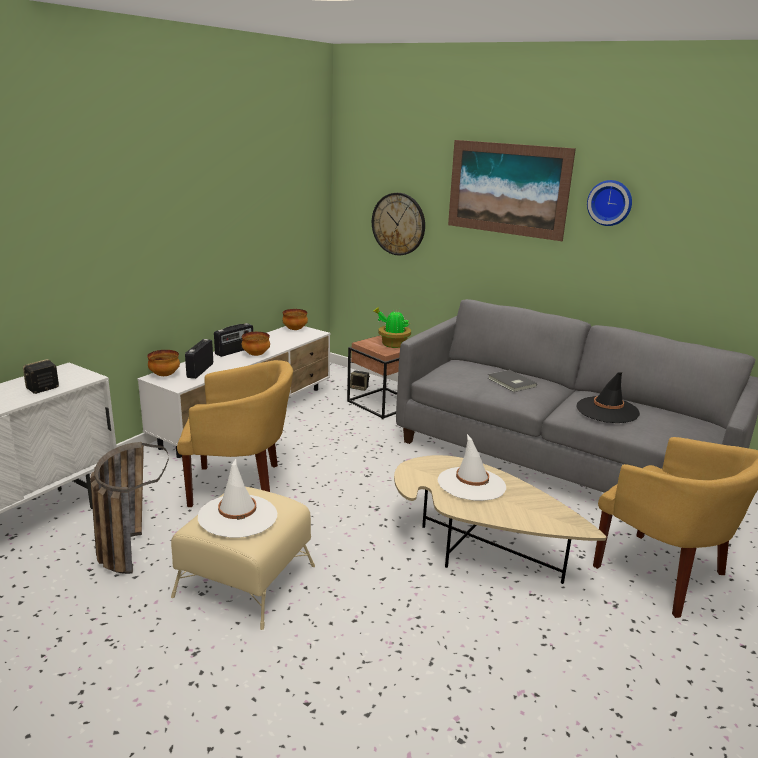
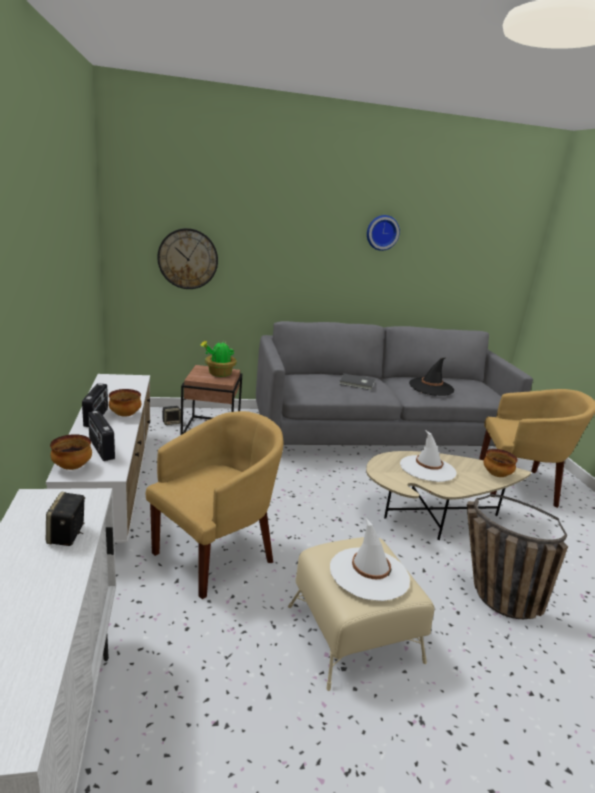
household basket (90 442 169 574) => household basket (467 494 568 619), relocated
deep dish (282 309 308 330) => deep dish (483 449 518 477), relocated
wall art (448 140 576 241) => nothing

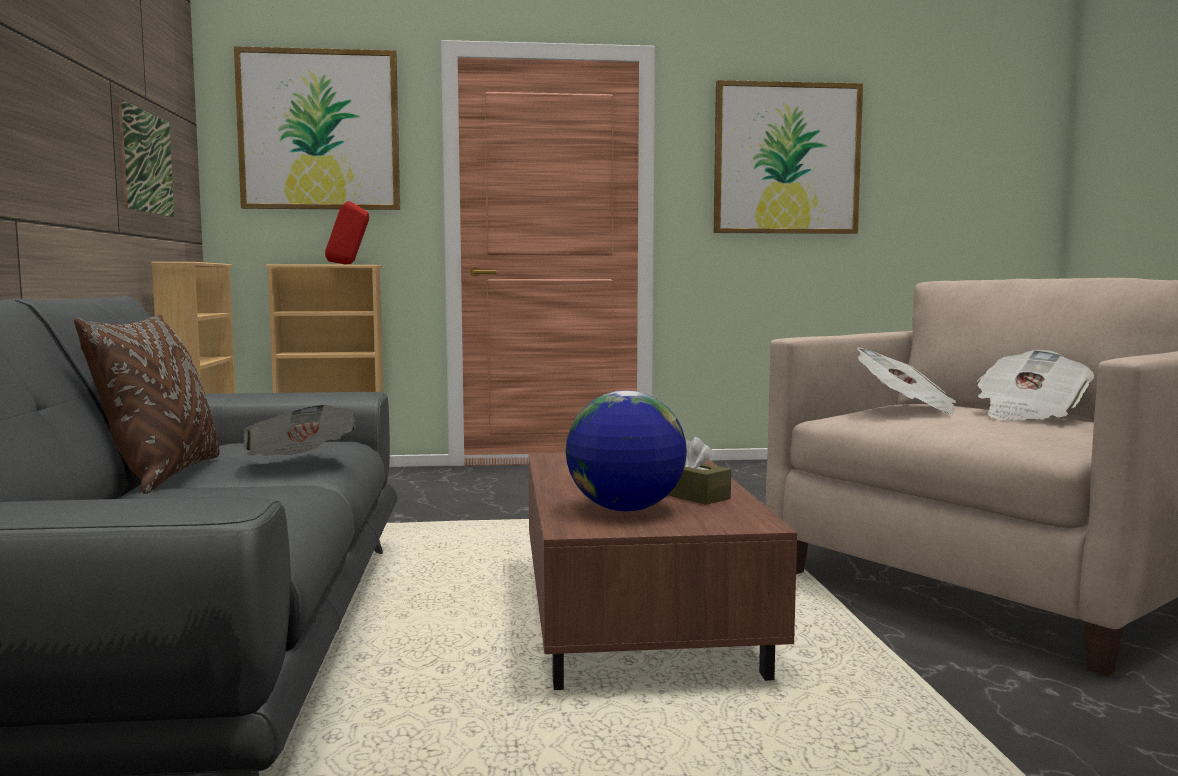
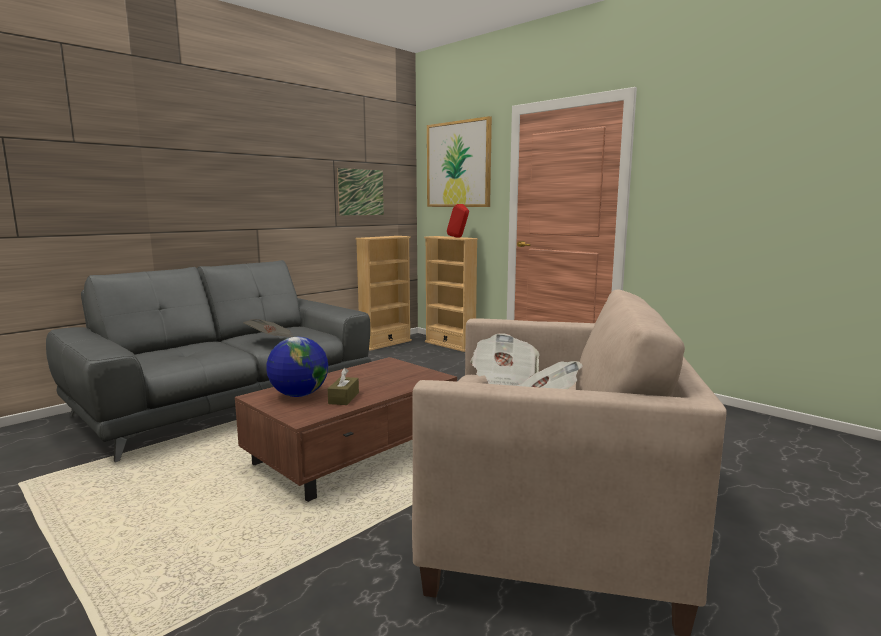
throw pillow (brownish) (74 314 220 494) => nothing
wall art (714 80 863 234) => nothing

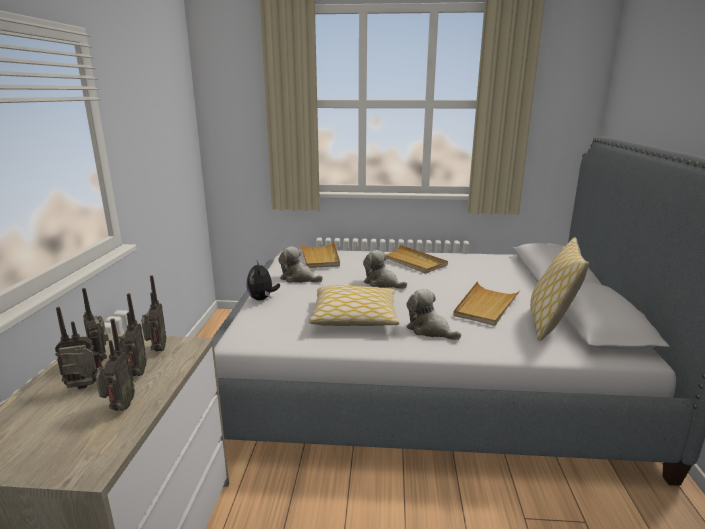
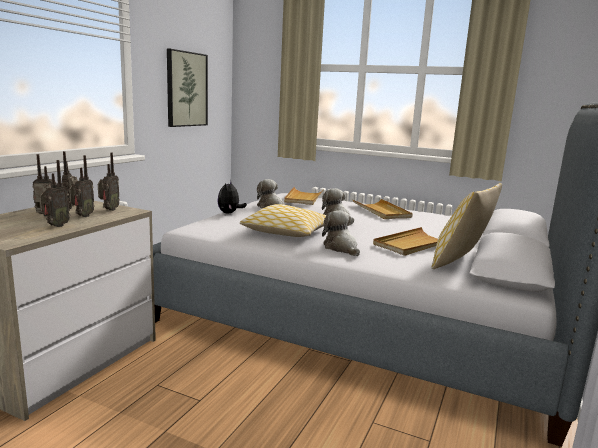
nothing => wall art (167 49 208 127)

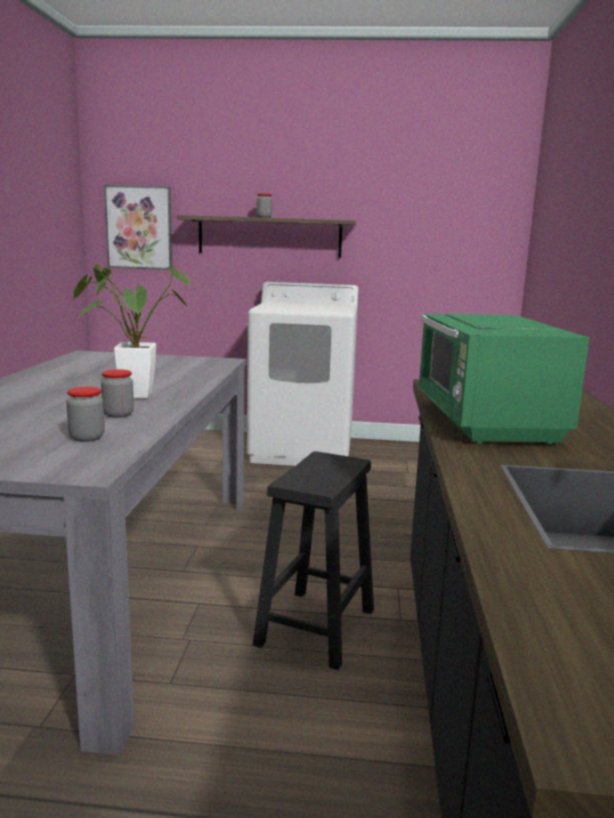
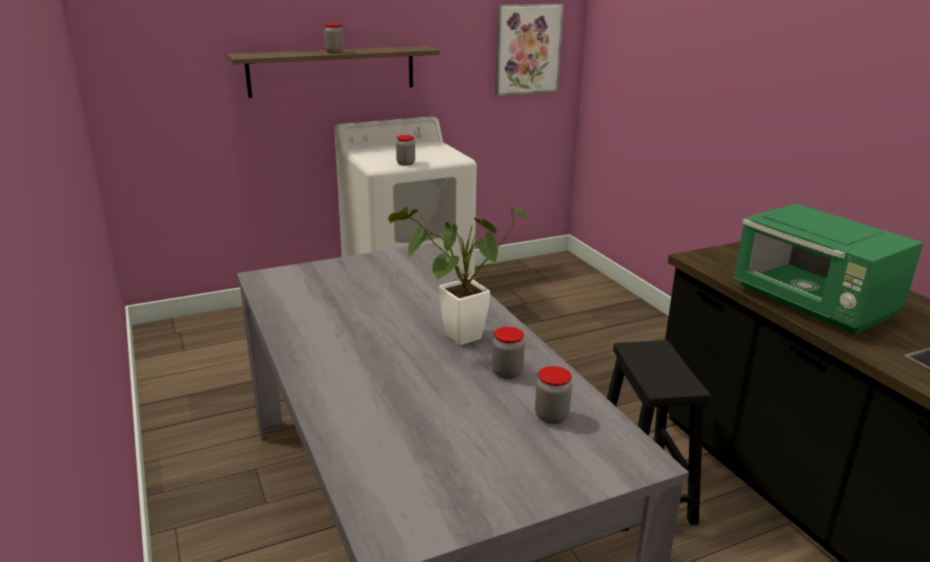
wall art (104 185 172 270) => wall art (495 4 564 96), relocated
nothing => preserve jar (396 135 415 166)

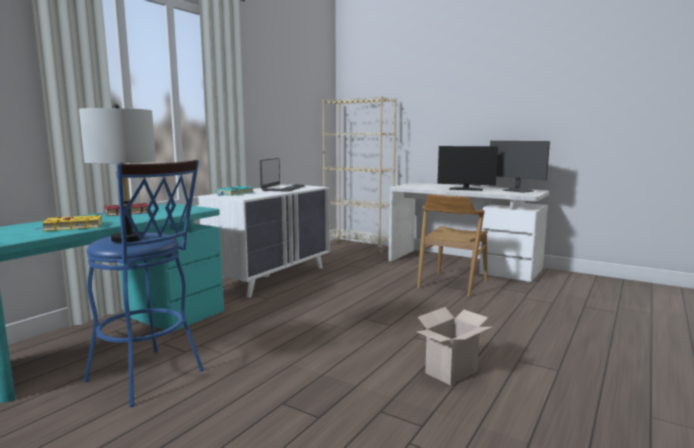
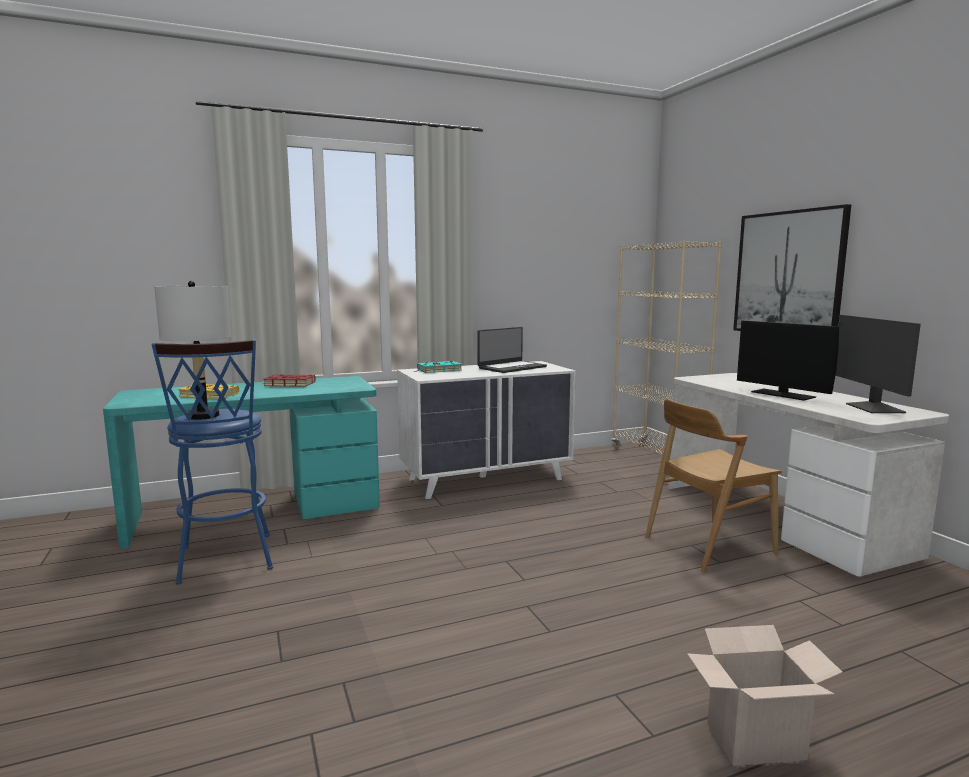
packing box (417 307 492 386) => packing box (687 625 843 766), relocated
nothing => wall art (733 204 851 331)

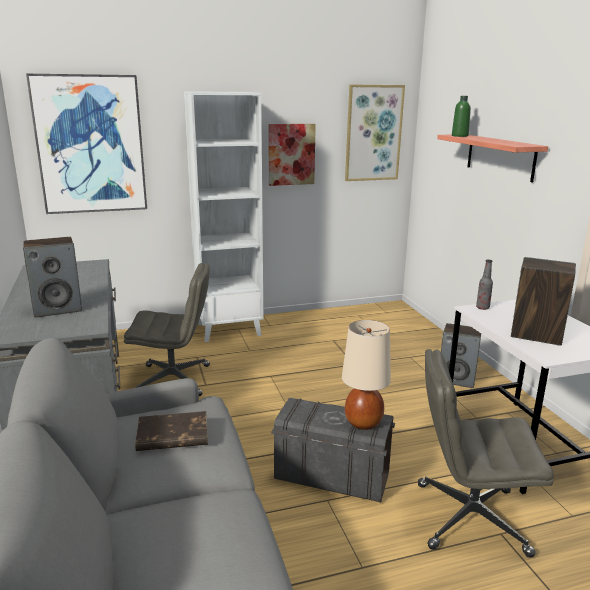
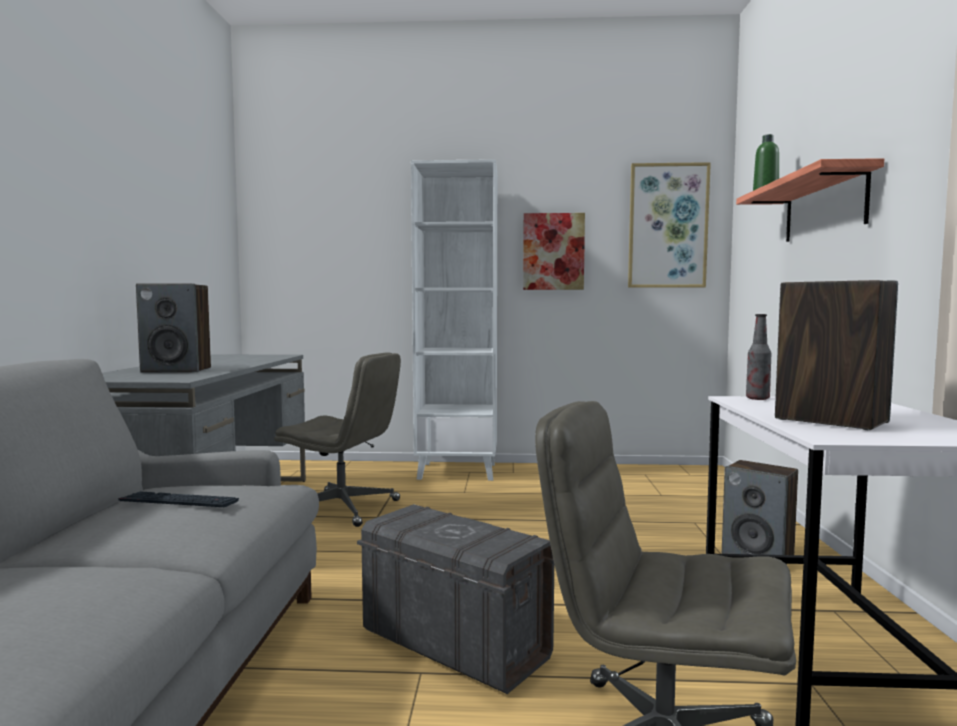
wall art (26 74 147 214) => nothing
volume (brownish) (135 411 208 451) => computer keyboard (118 491 239 507)
table lamp (beige) (342 320 391 430) => nothing

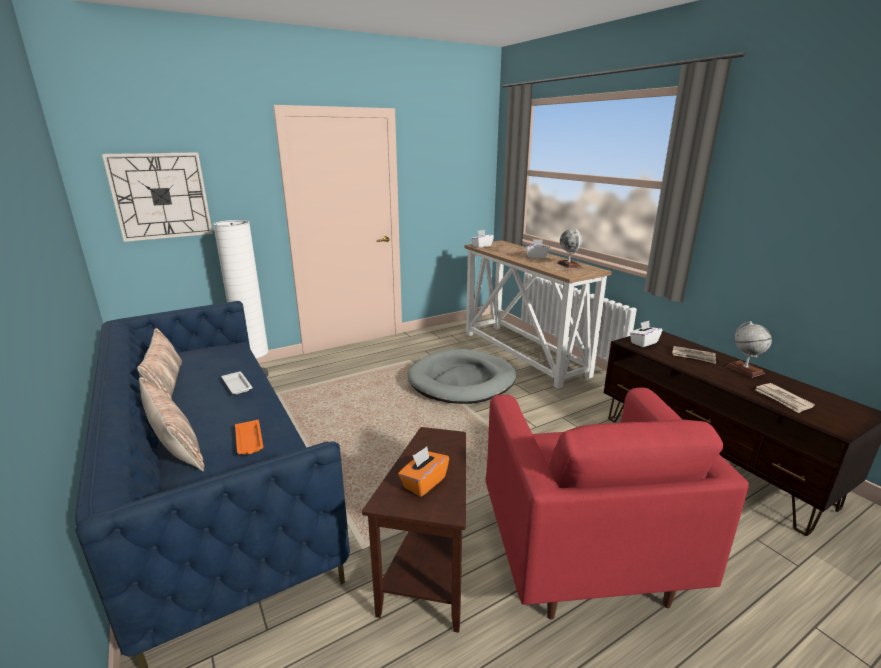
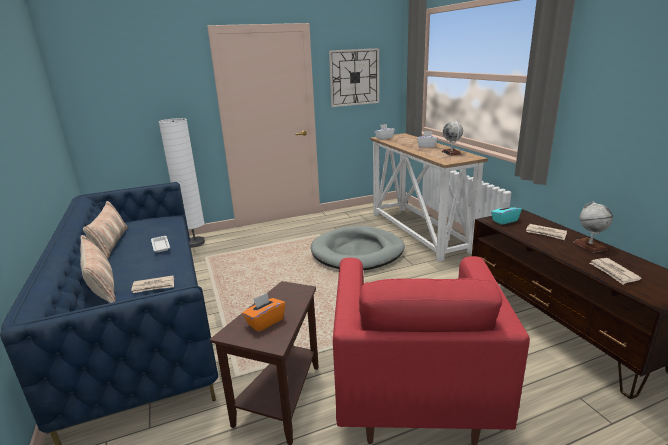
hanging clock (102 152 213 242) => hanging clock (329 48 379 107), relocated
tray (orangey) (235 420 263 455) => daily paper (131 275 174 293)
box of tissues (white-coloured) (630 321 662 347) => box of tissues (blue-green) (491 201 522 225)

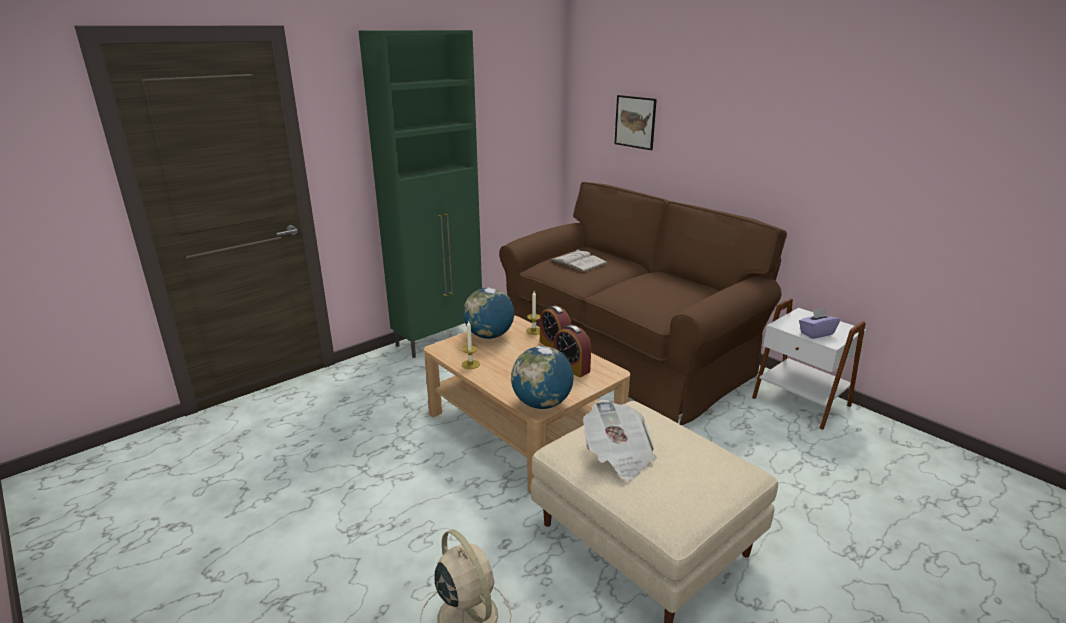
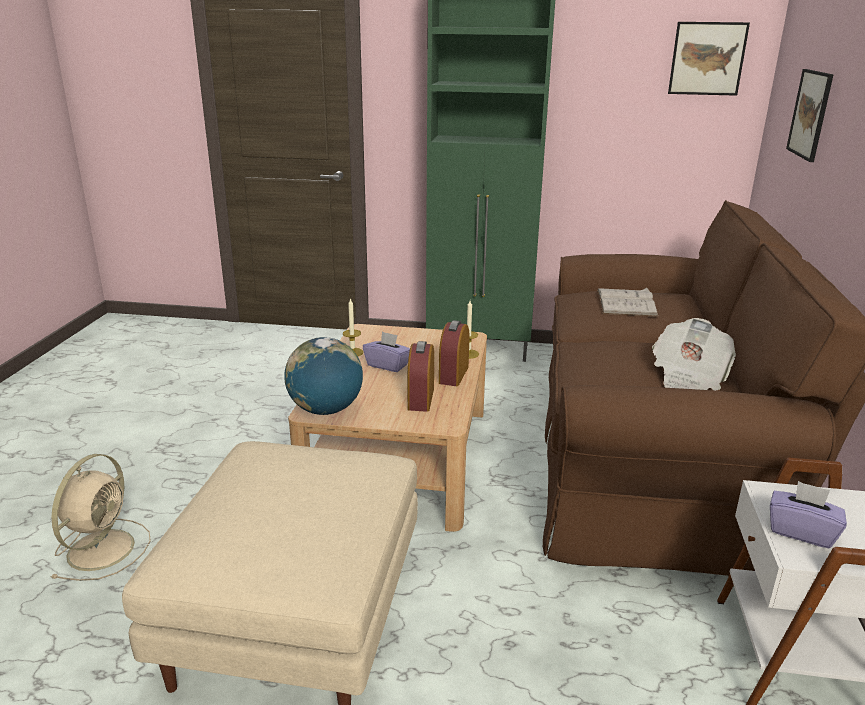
desk globe (463 287 514 339) => nothing
daily paper (583 399 657 481) => daily paper (652 318 736 391), relocated
nothing => box of tissues (purplish) (363 331 410 372)
nothing => wall art (668 22 750 96)

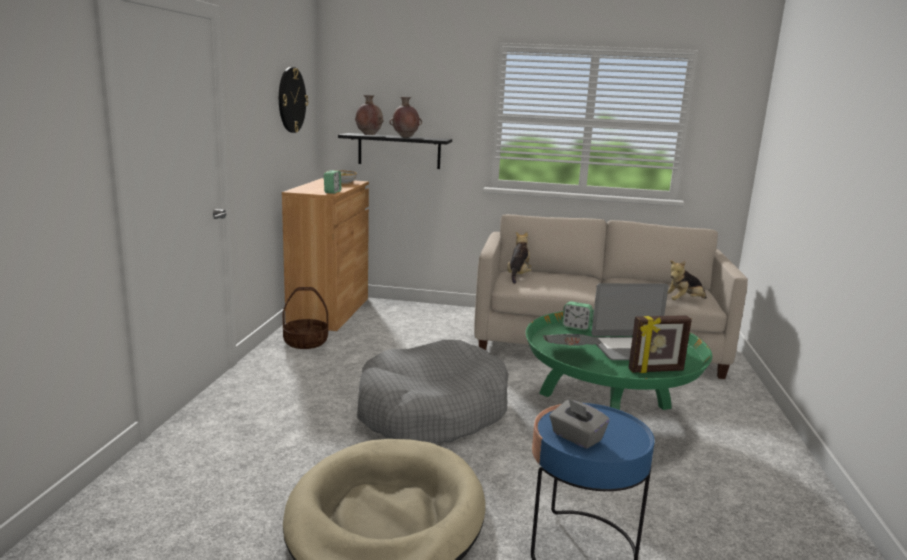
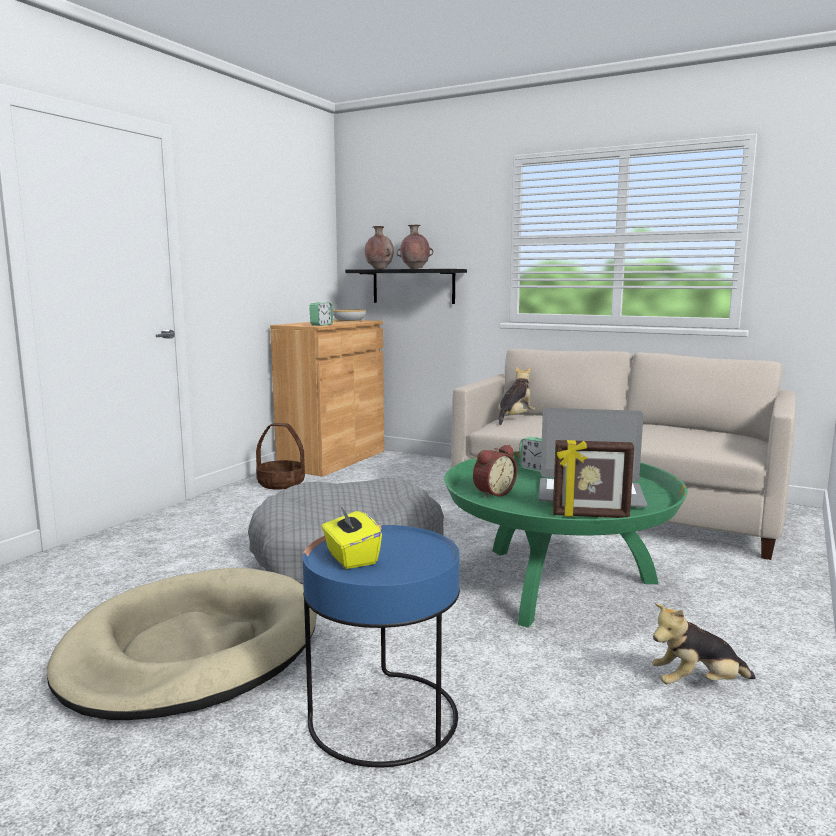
hanging clock (279 67 308 133) => nothing
daily paper (542 334 600 346) => table clock (473 445 517 498)
box of tissues (greyish) (549 399 609 449) => box of tissues (yellow) (322 505 382 569)
plush toy (667 260 707 300) => plush toy (652 603 756 684), relocated

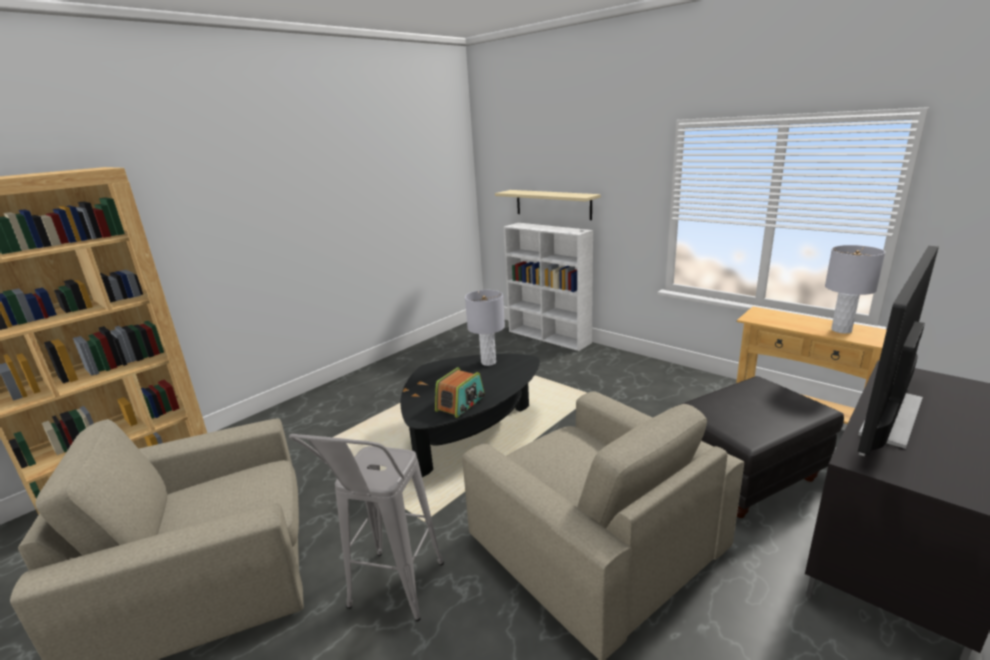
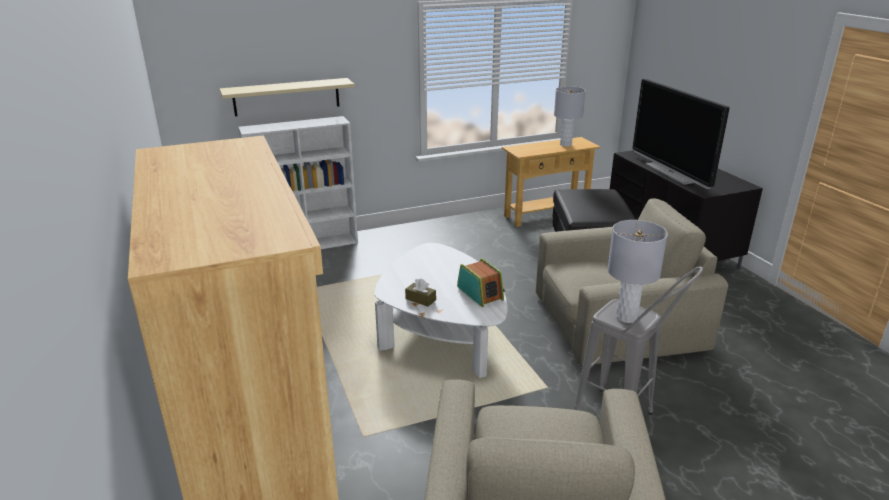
lounge table (black) (400 354 540 477) => lounge table (white-coloured) (375 243 507 378)
table lamp (greyish) (465 290 505 366) => table lamp (greyish) (607 220 668 323), relocated
nothing => box of tissues (brownish) (405 279 436 307)

